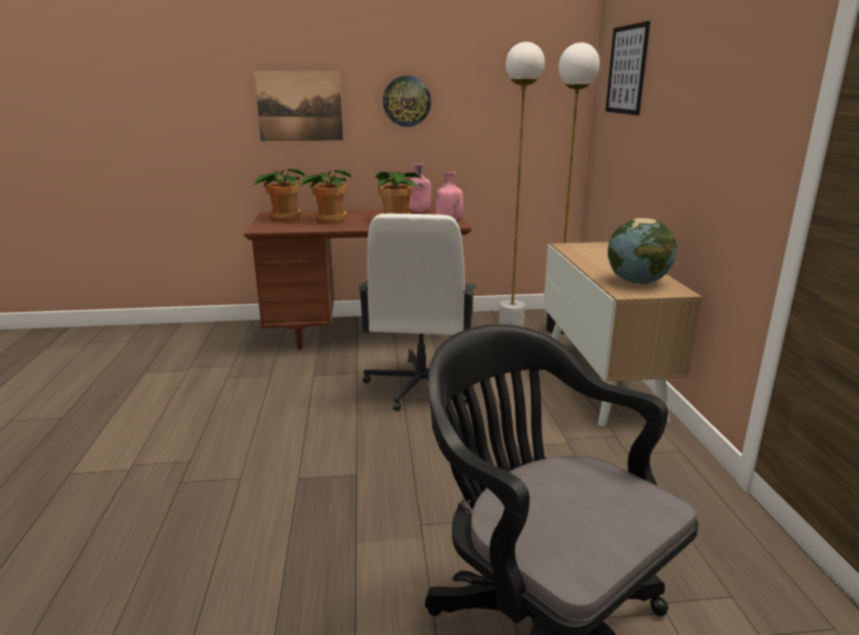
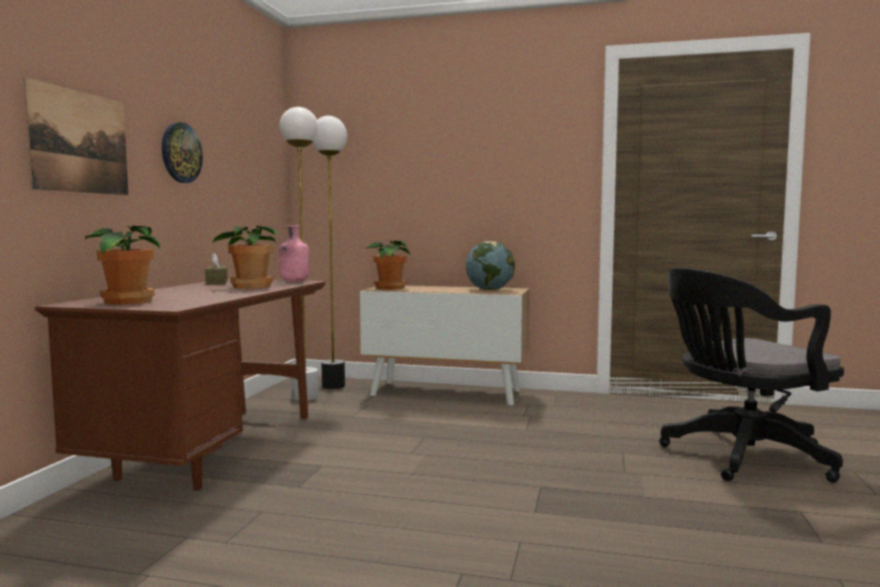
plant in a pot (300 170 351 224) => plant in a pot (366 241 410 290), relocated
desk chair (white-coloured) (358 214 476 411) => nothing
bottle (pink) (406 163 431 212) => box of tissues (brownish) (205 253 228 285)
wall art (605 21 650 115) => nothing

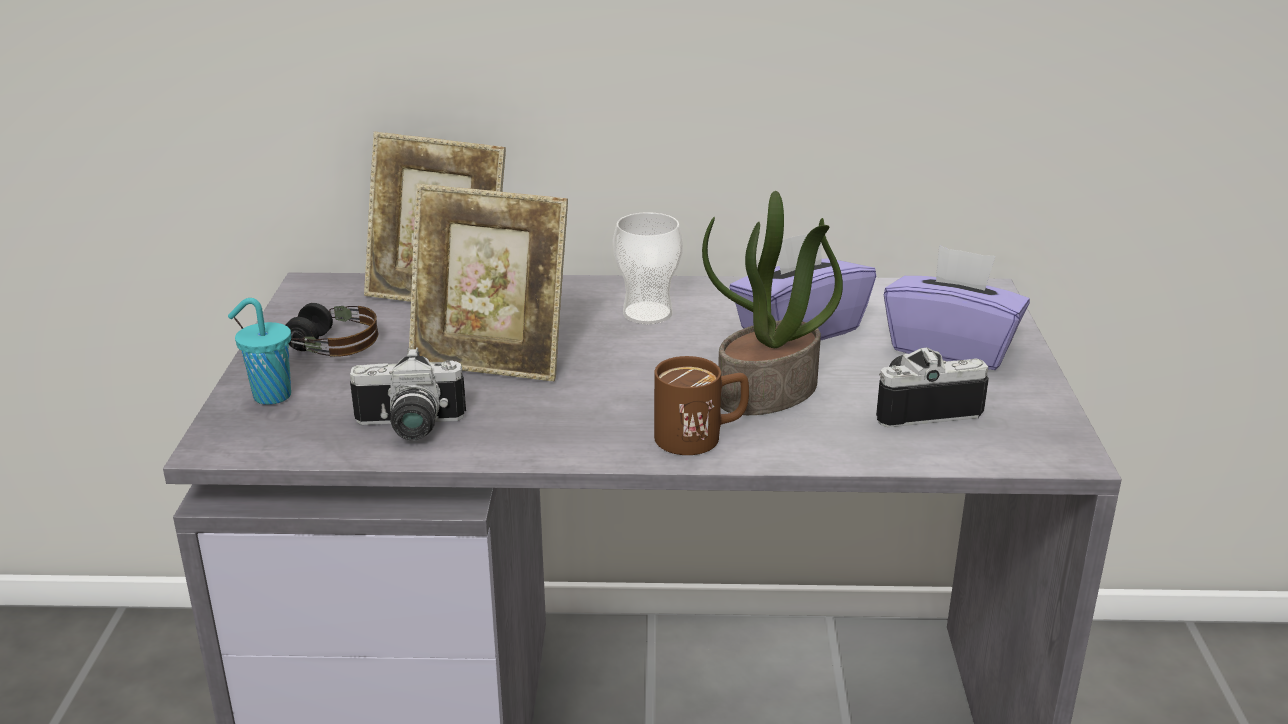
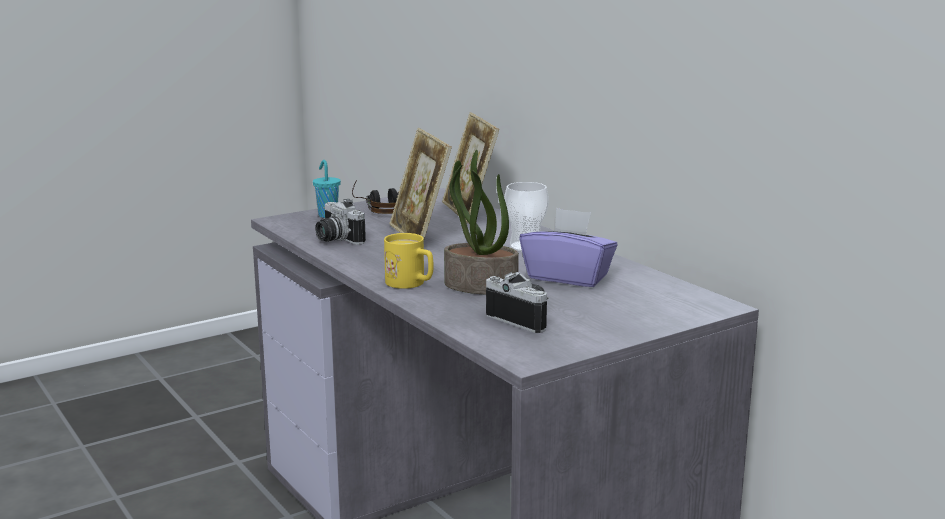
mug (brownish) (654 356 749 455) => mug (yellow) (384 233 434 289)
box of tissues (purplish) (884 245 1030 370) => nothing

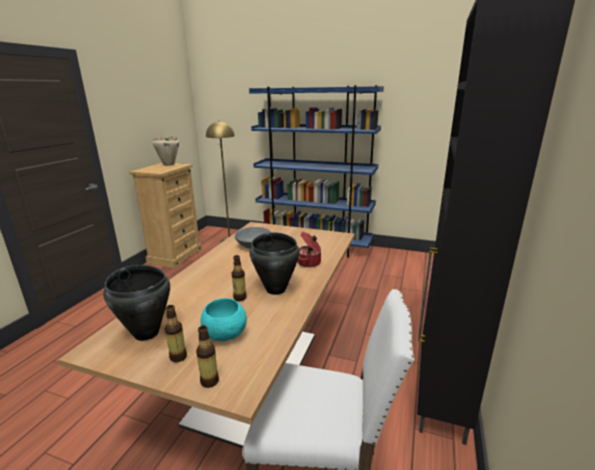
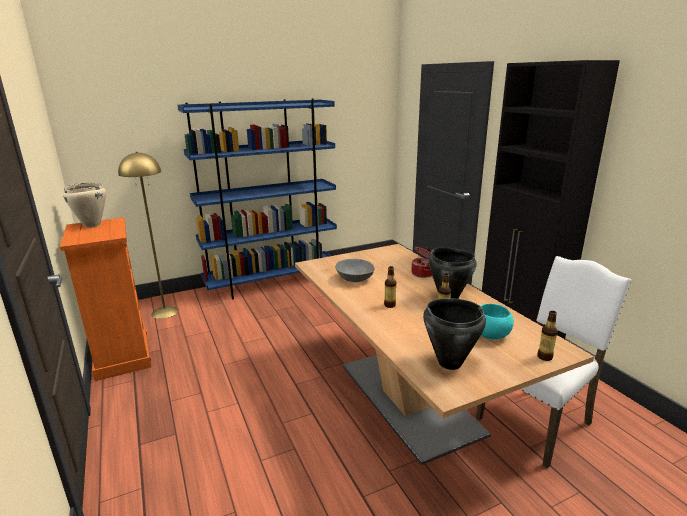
dresser (beige) (129 163 202 268) => dresser (orangey) (60 218 151 381)
bottle (165 305 187 362) => bottle (384 266 396 308), relocated

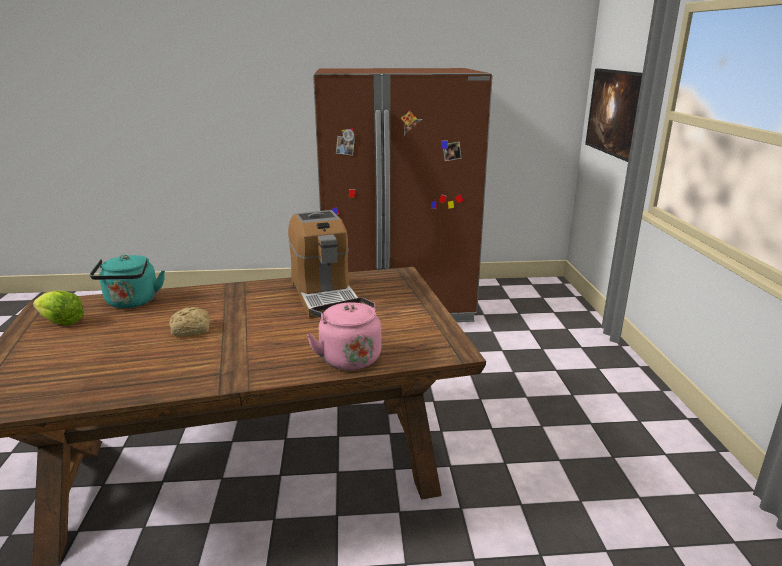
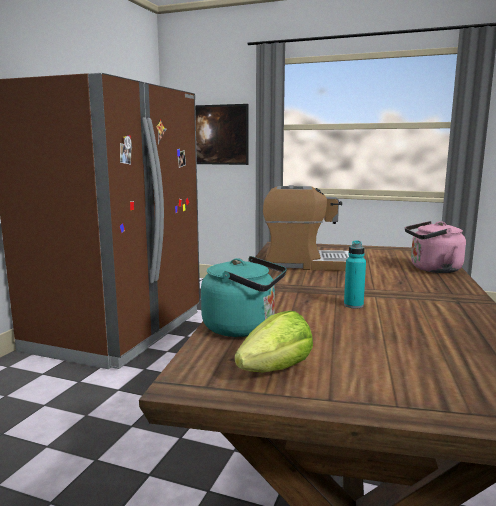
baked bread (169 307 210 337) => bottle (blue-green) (344 240 366 308)

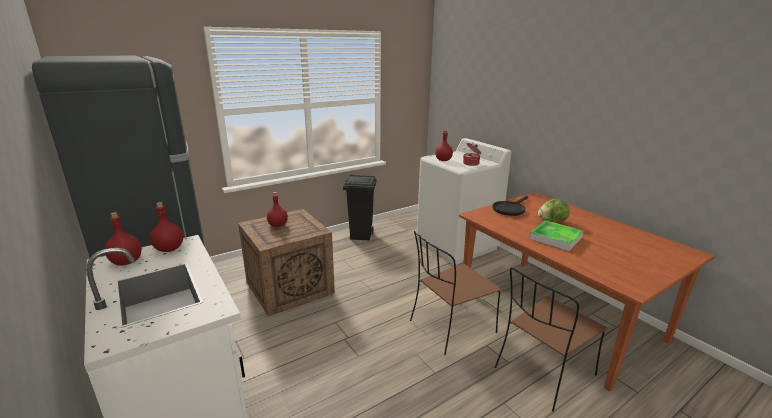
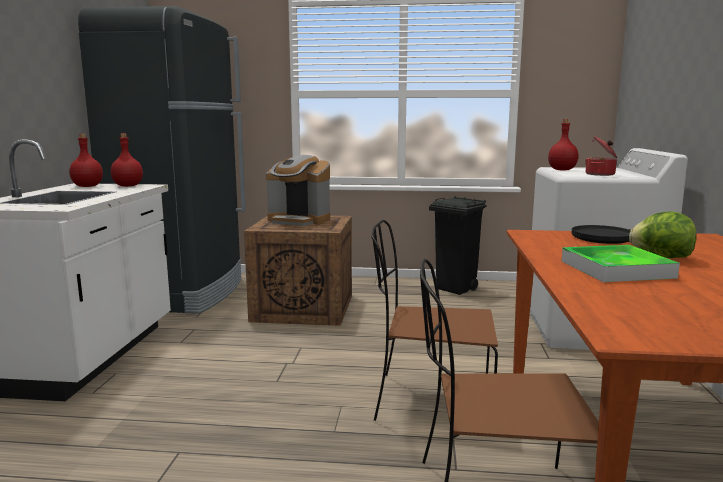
bottle (reddish) (267 192 288 227) => coffee brewer (266 155 330 226)

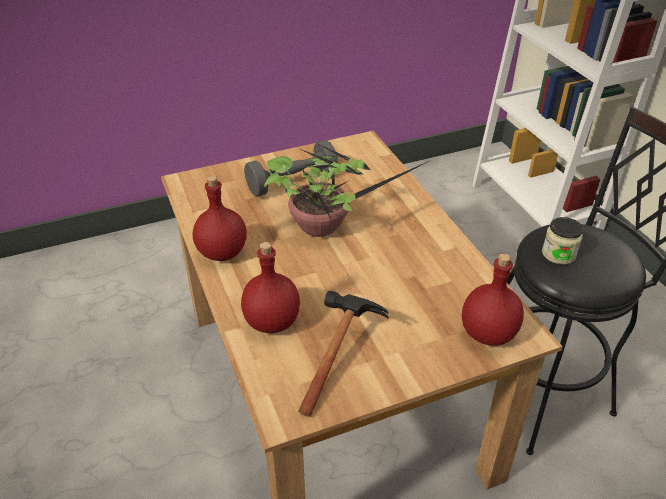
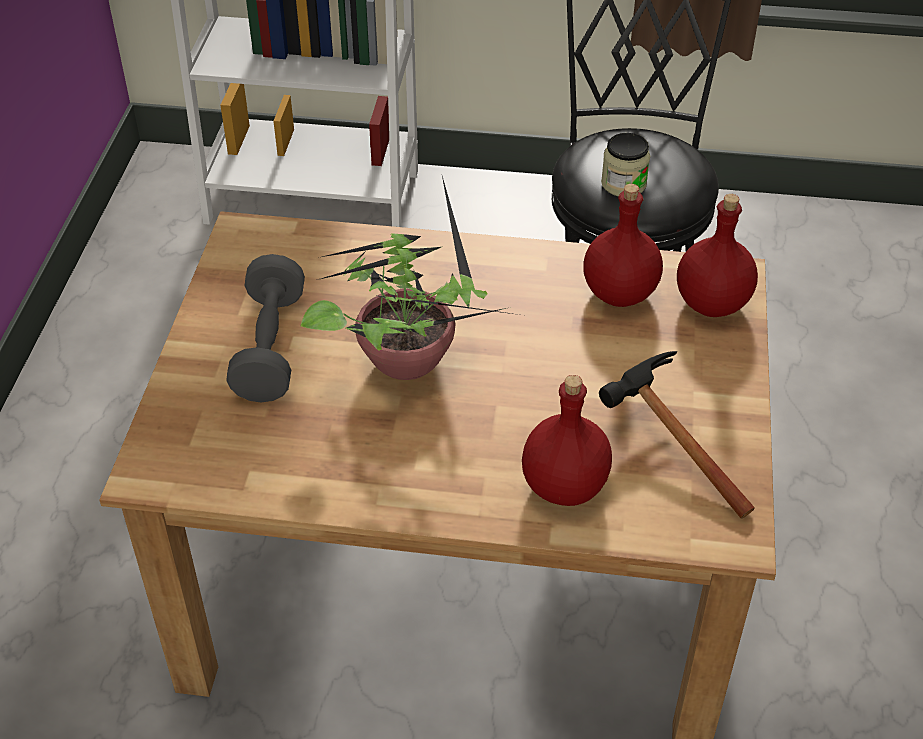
bottle (reddish) (193 176 247 261) => bottle (reddish) (583 184 663 307), relocated

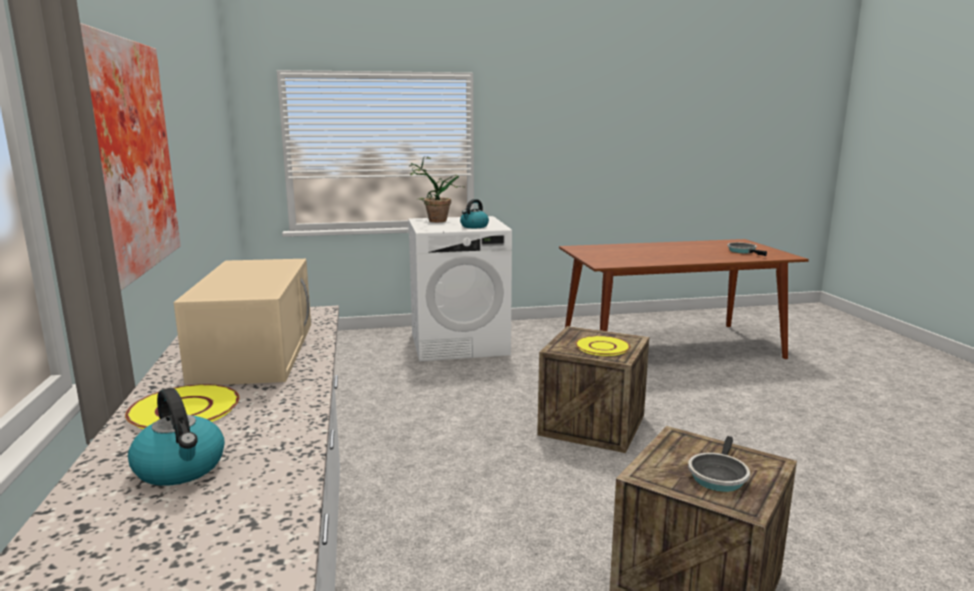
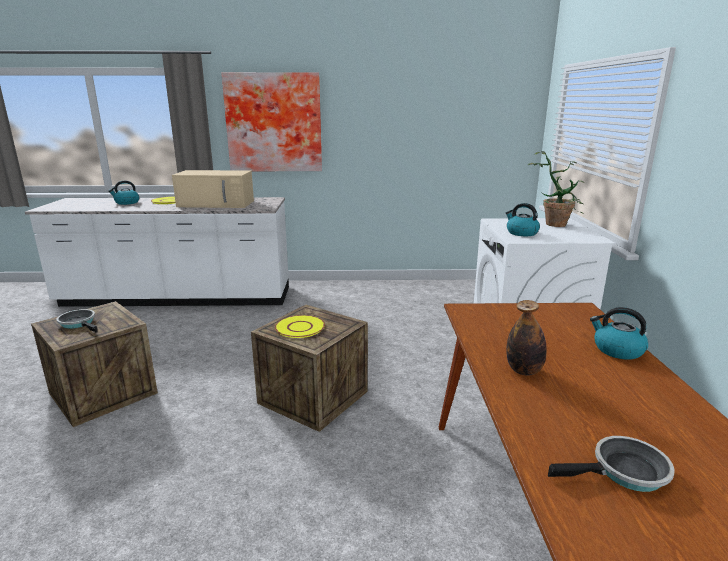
nothing => bottle (506 300 547 375)
nothing => tea kettle (590 307 648 360)

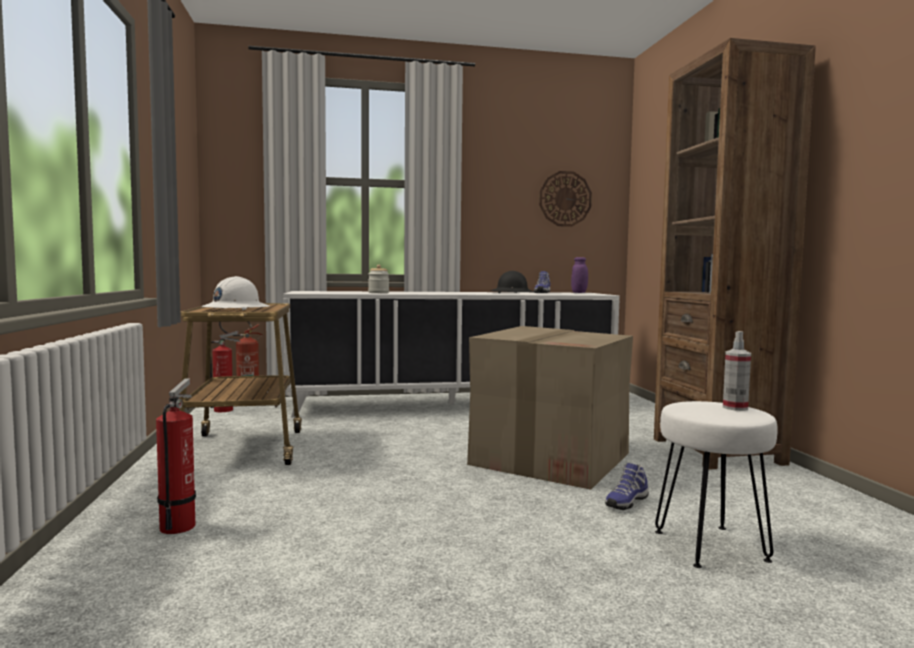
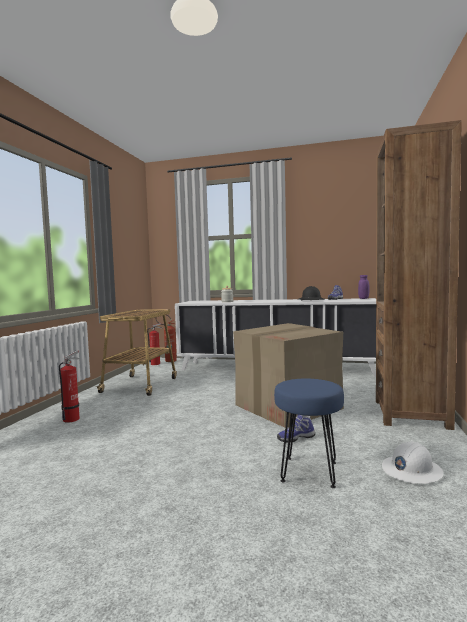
work helmet (white-coloured) (201 276 269 310) => work helmet (white-coloured) (382 441 444 484), relocated
hanging clock (539 171 592 227) => nothing
sitting stool (white-coloured) (655 401 777 568) => sitting stool (blue-coloured) (274 379 344 488)
spray bottle (723 331 751 411) => nothing

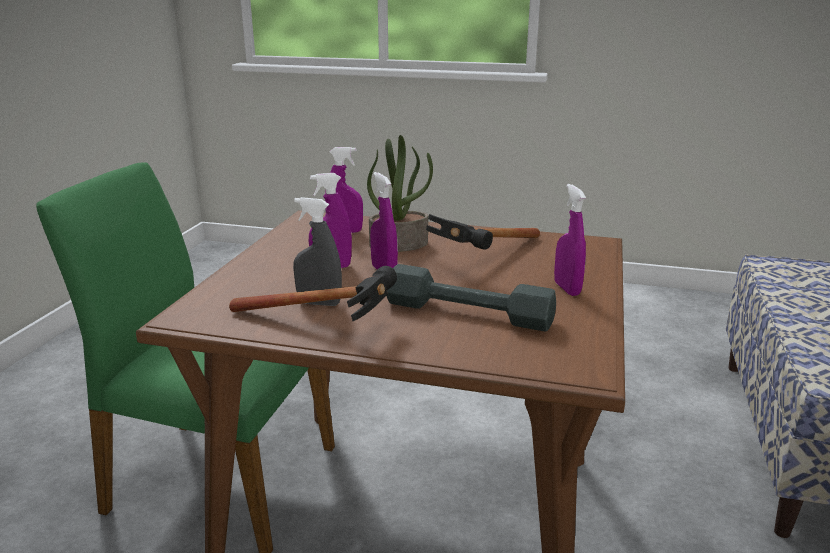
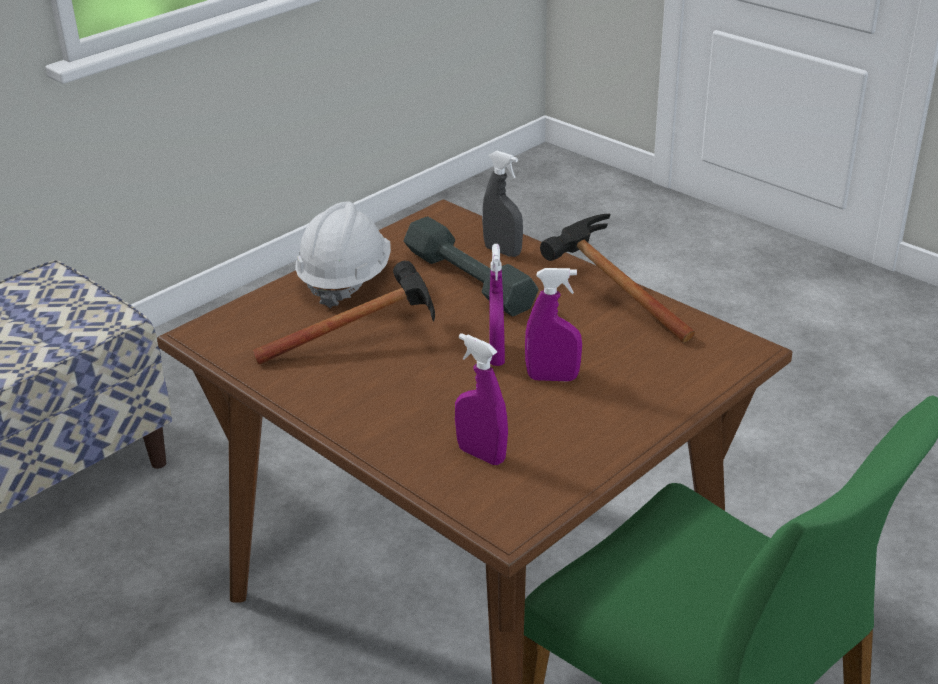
spray bottle (greyish) (293 197 342 306) => spray bottle (greyish) (482 151 523 257), relocated
plant in a pot (367 135 433 252) => nothing
spray bottle (purplish) (554 184 586 296) => work helmet (white-coloured) (295 201 391 308)

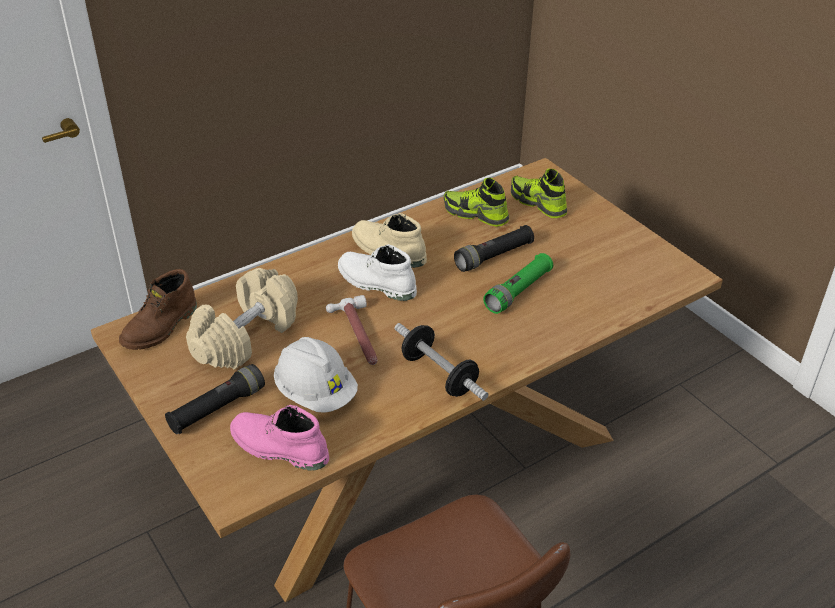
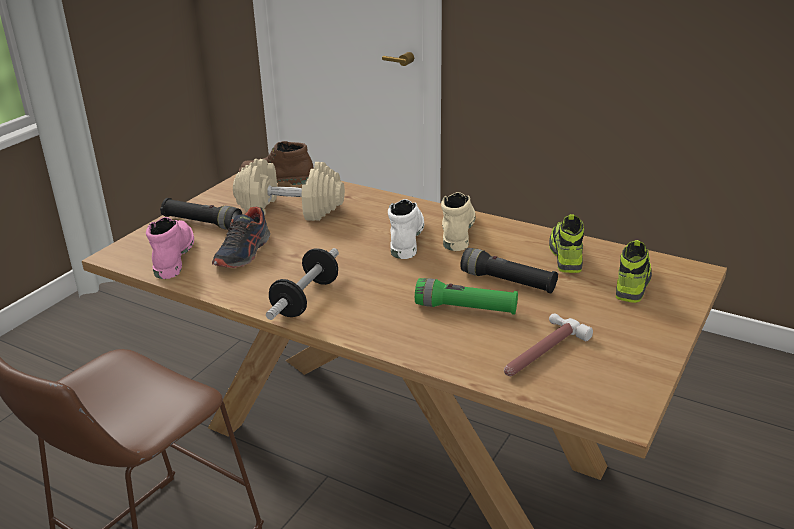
work helmet (white-coloured) (274 337 358 413) => low shoe (212 207 270 268)
hammer (326 295 378 365) => hammer (504 313 593 376), relocated

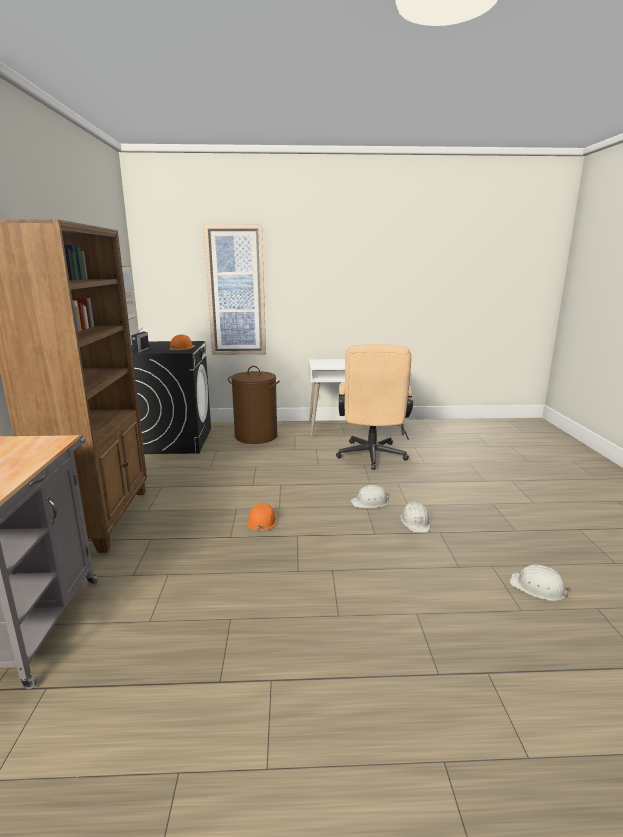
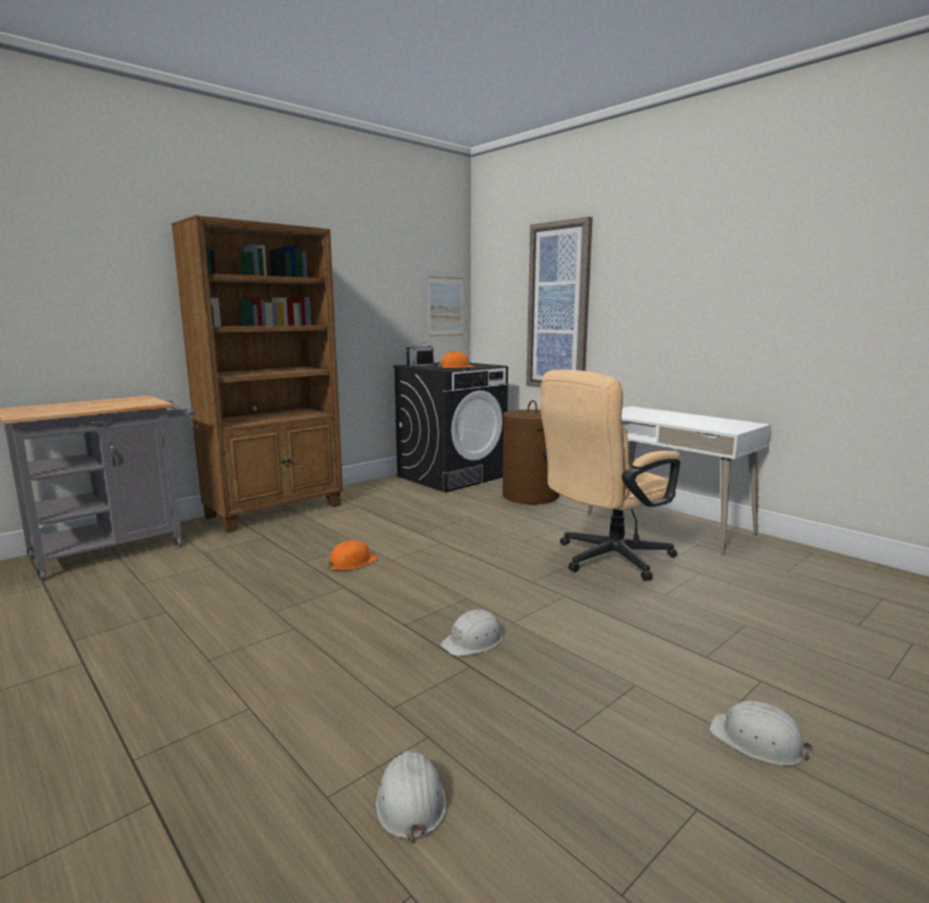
work helmet (white-coloured) (351 485 389 508) => work helmet (white-coloured) (709 701 813 766), relocated

